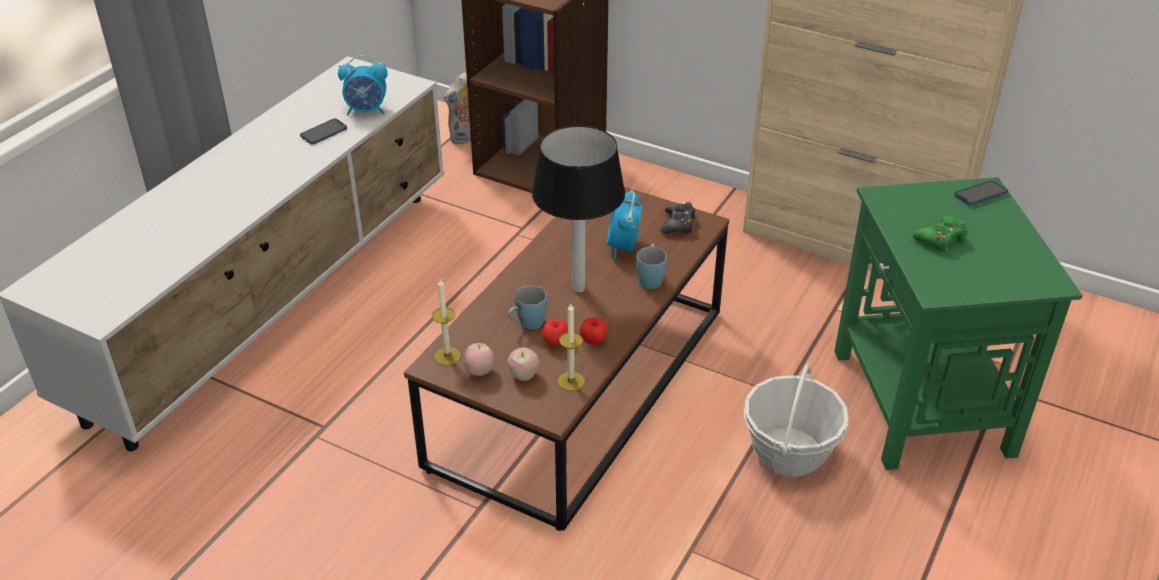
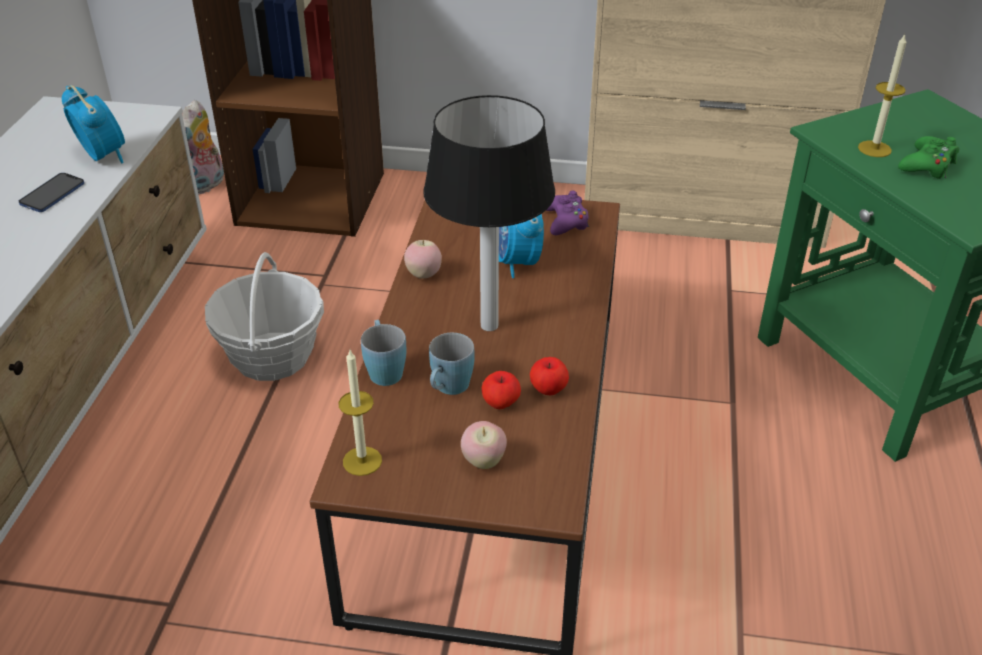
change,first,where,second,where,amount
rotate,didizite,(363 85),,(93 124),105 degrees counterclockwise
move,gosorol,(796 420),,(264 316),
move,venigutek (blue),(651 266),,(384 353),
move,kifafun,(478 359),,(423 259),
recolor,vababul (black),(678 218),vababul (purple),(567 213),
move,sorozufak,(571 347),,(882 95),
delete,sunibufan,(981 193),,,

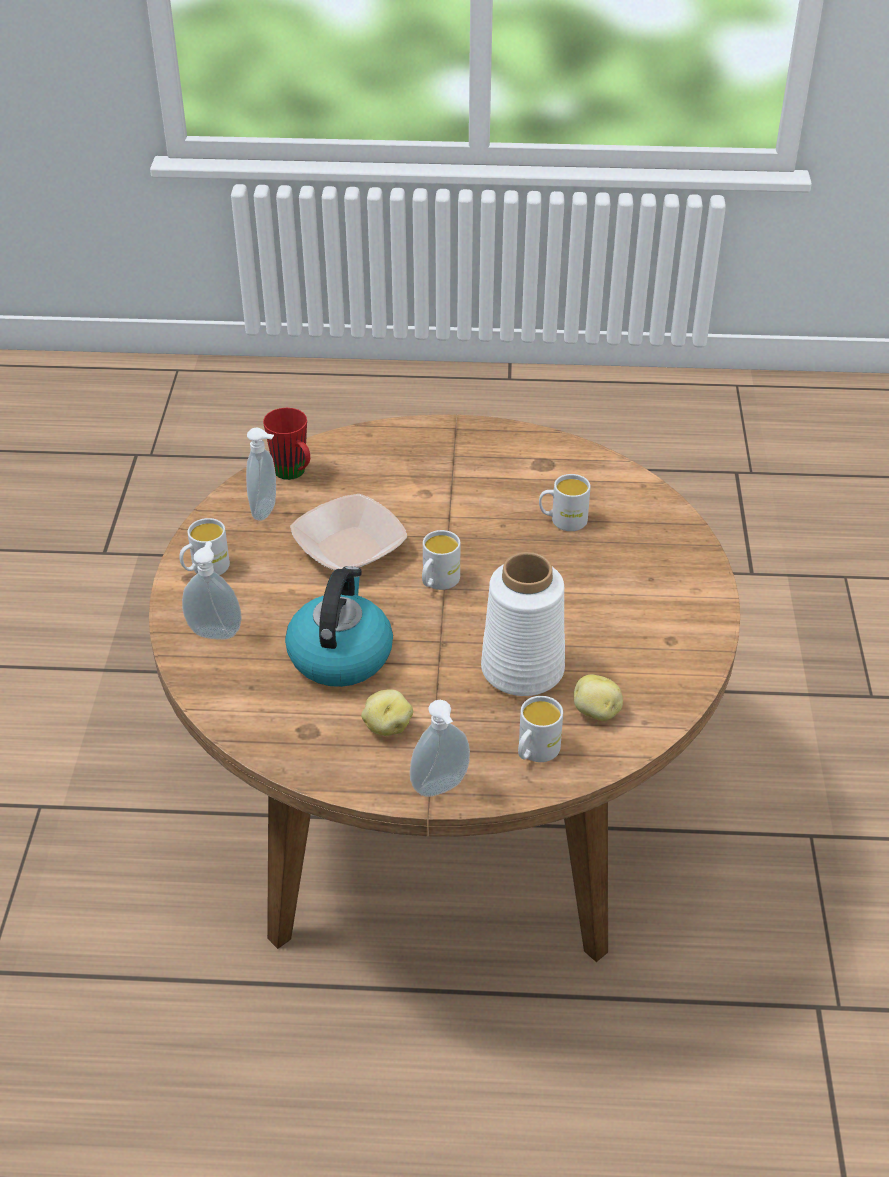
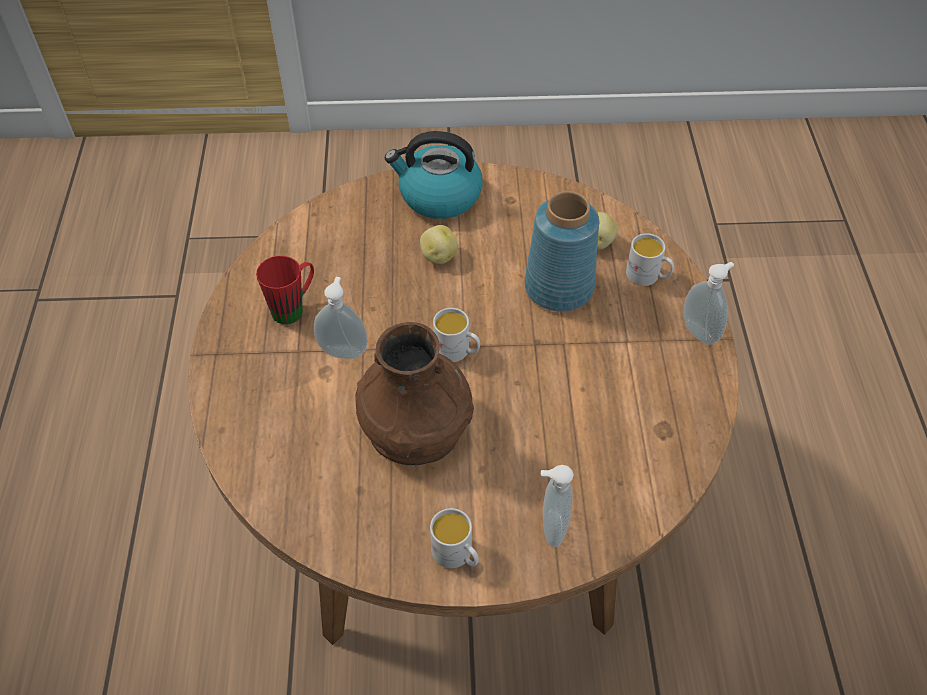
change,first,where,second,where,amount
move,venigutek (red),(286 444),,(285 290),
move,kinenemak,(261 474),,(341 318),
replace,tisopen,(348 532),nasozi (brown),(414 393),
move,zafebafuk,(339 626),,(434 175),
move,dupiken,(387 712),,(439 244),
recolor,nasozi (white),(523 624),nasozi (blue),(562 251),
delete,venigutek (white),(565 502),,,

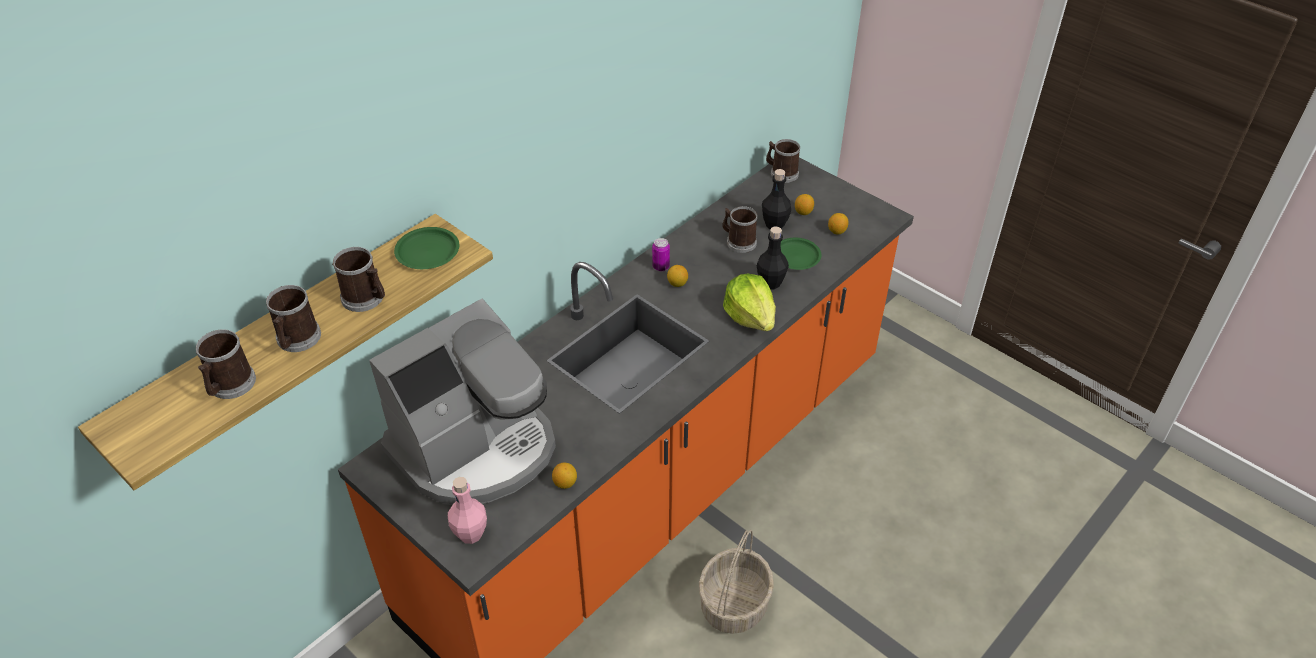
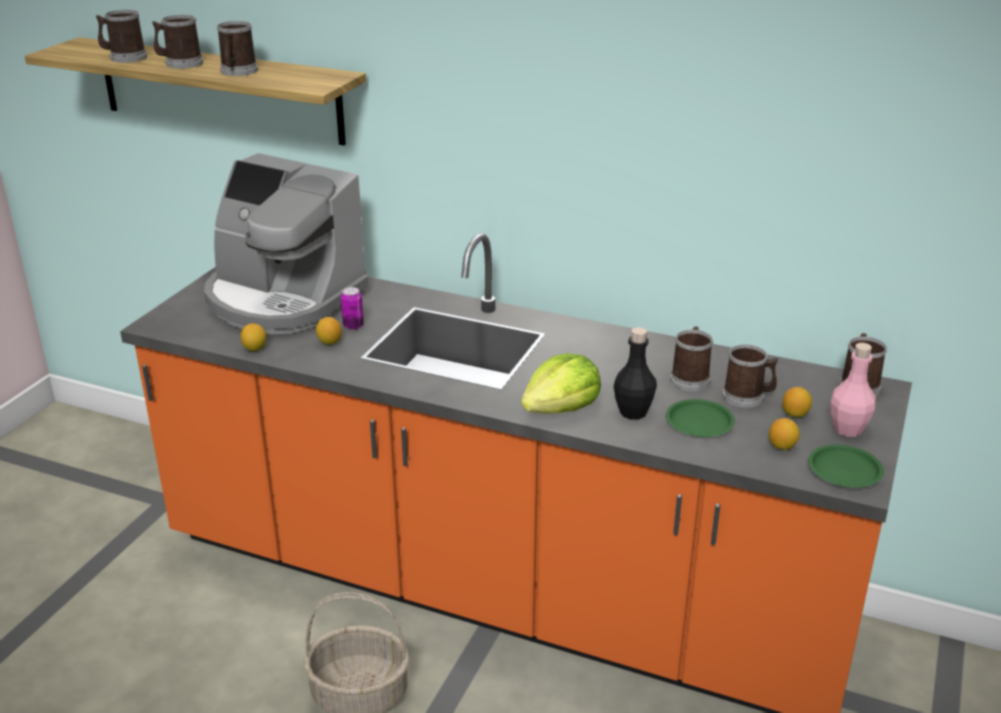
change,first,where,second,where,amount
move,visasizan,(677 276),,(329 331),
move,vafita,(661 254),,(352 308),
replace,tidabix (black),(776 199),venigutek,(750 376),
move,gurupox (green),(427 248),,(846 466),
move,tidabix (pink),(467 510),,(853 390),

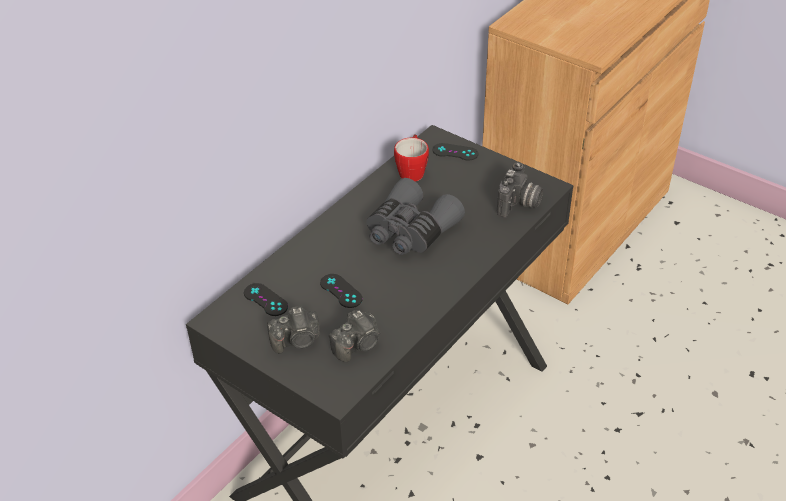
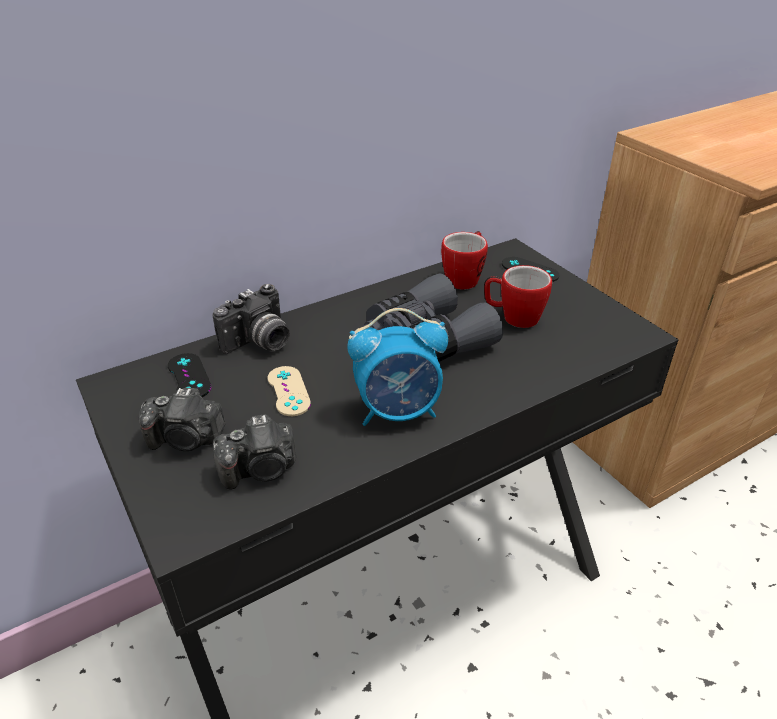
change,first,where,second,where,amount
move,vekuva,(520 190),,(251 319),
recolor,vababul (black),(341 291),vababul (beige),(289 391),
insert,,,didizite,(397 367),
insert,,,venigutek,(518 296),

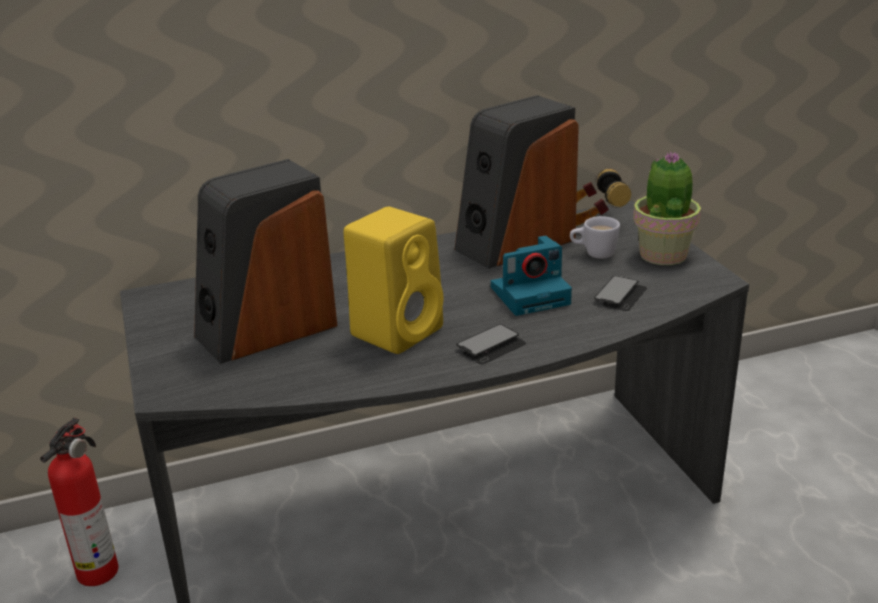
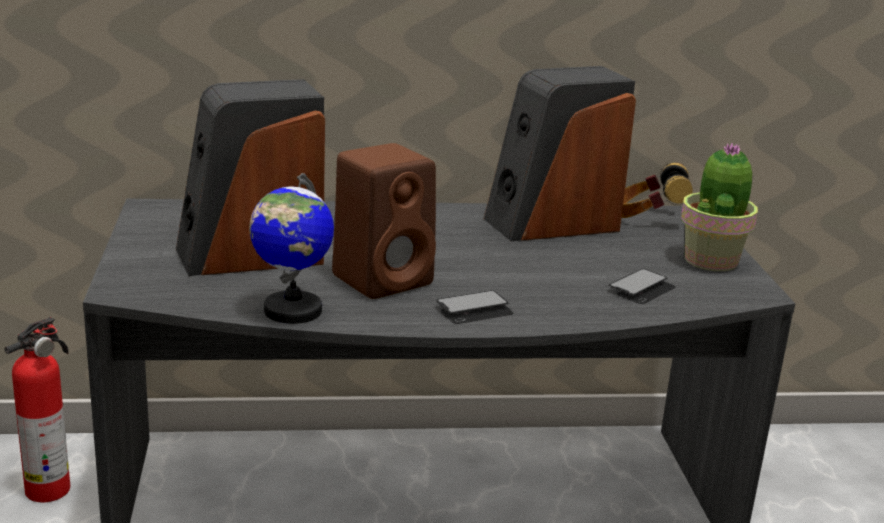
change,first,where,second,where,amount
insert,,,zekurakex,(291 248),
recolor,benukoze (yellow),(393 280),benukoze (brown),(384 221),
delete,vekuva,(531 275),,,
delete,venigutek (white),(595 237),,,

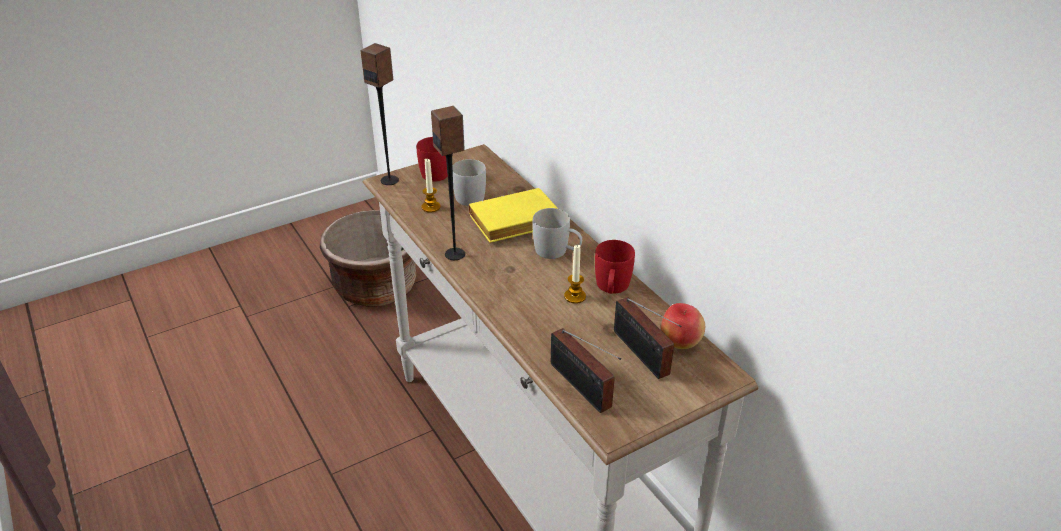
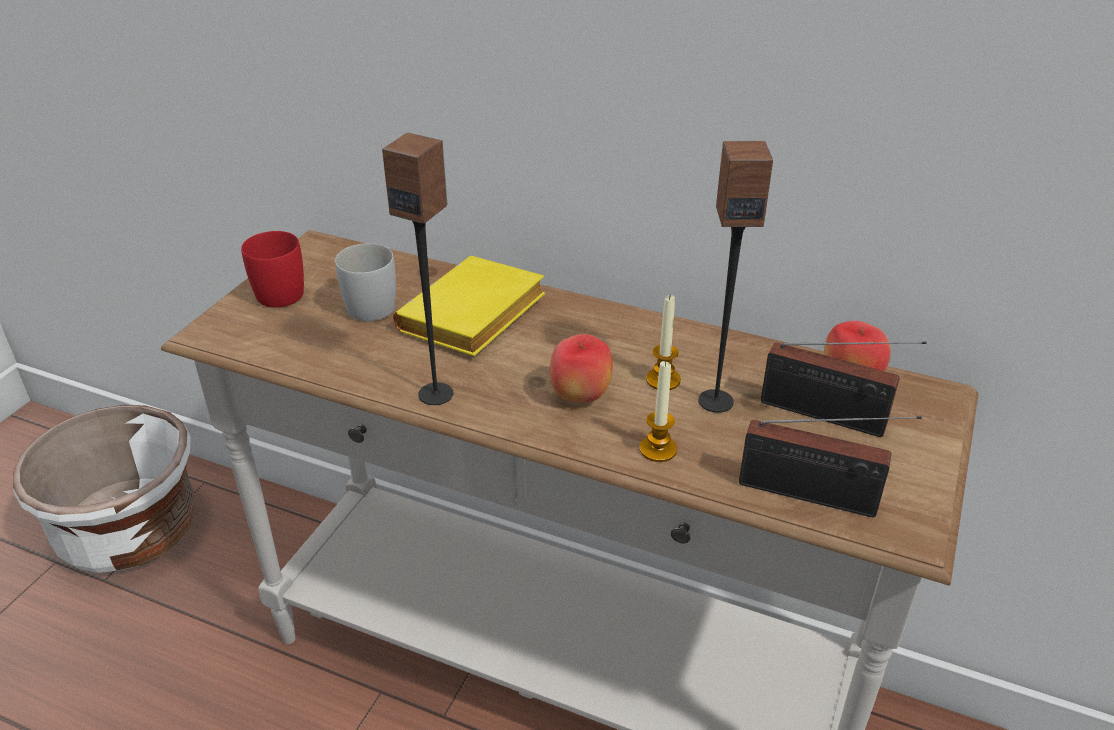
change,first,where,second,where,amount
recolor,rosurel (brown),(368 258),rosurel (white),(104 489),
insert,,,kifafun,(581 368),
move,sorozufak,(431 186),,(658 411),
move,benukoze,(379 114),,(735 277),
delete,venigutek (white),(557 233),,,
delete,venigutek (red),(615 267),,,

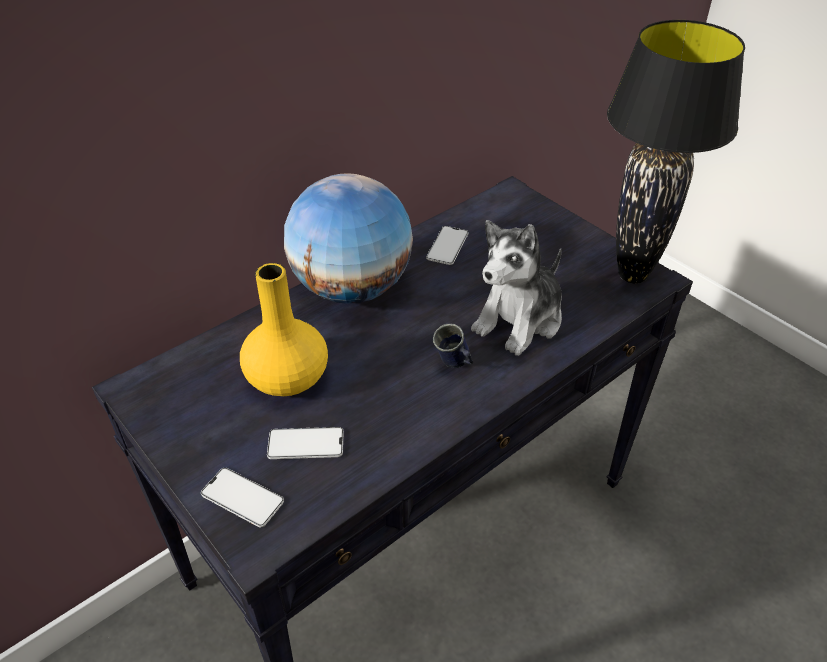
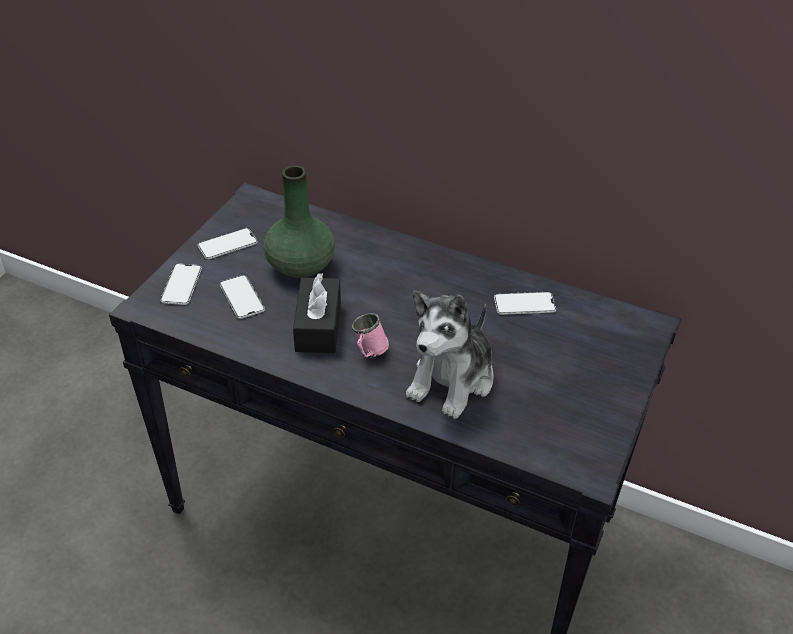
change,first,where,second,where,amount
insert,,,sunibufan,(227 243),
recolor,nasozi (yellow),(284 329),nasozi (green),(299 221),
insert,,,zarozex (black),(317 313),
recolor,venigutek (blue),(453 346),venigutek (pink),(370 335),
rotate,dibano,(516 288),,(450 355),75 degrees counterclockwise
delete,zekurakex,(348 238),,,
delete,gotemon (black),(676 152),,,

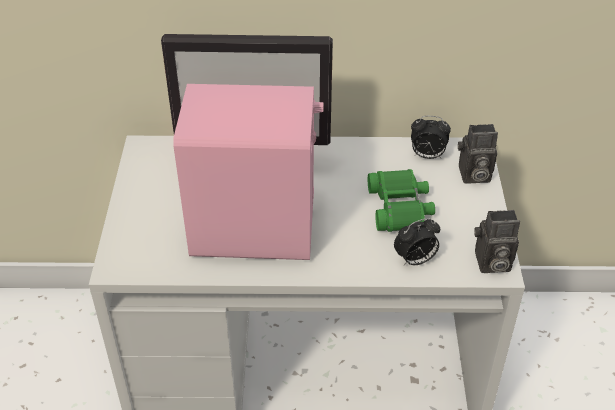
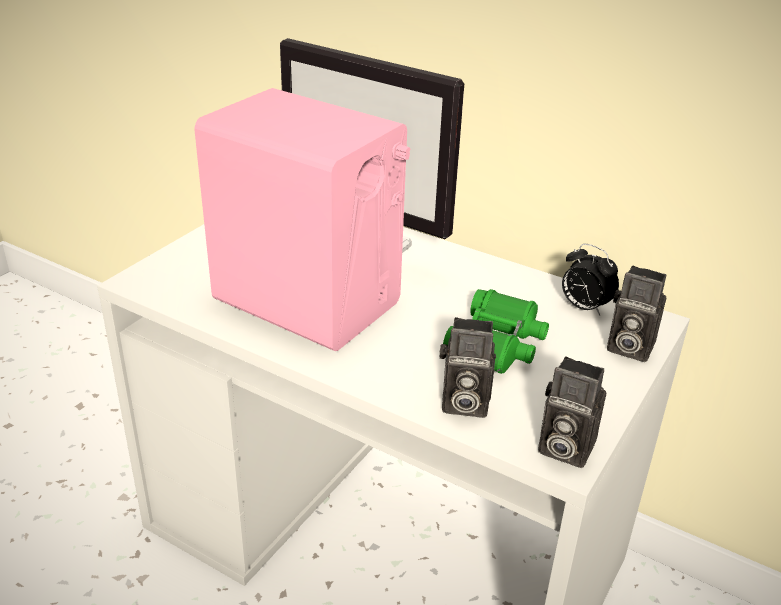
change,first,where,second,where,amount
replace,didizite,(417 242),vekuva,(468 367),

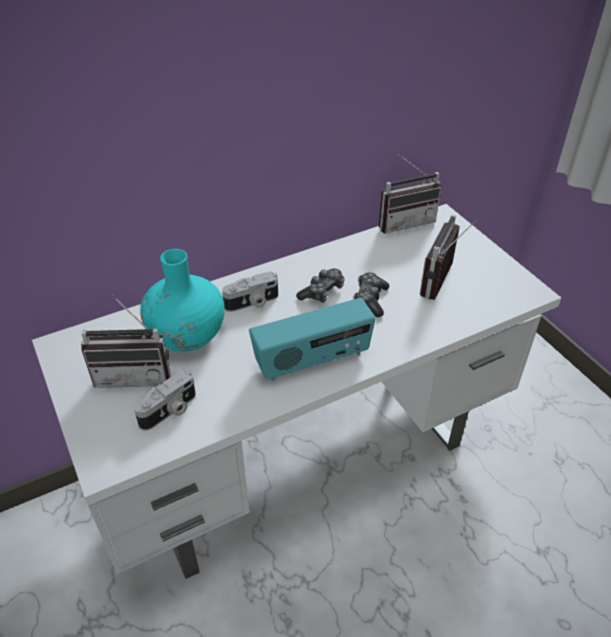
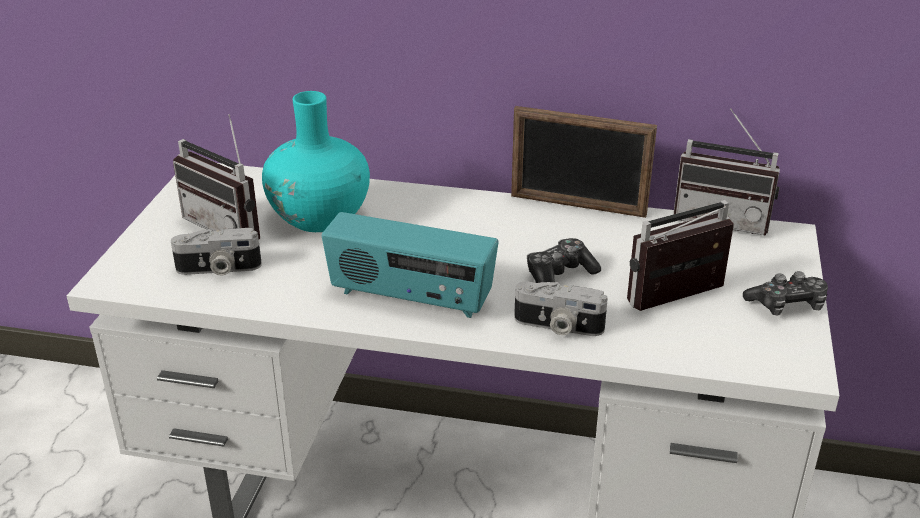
change,first,where,second,where,amount
insert,,,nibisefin,(584 162),
move,vekuva,(250 292),,(561 309),
move,vababul,(320 286),,(785 293),

